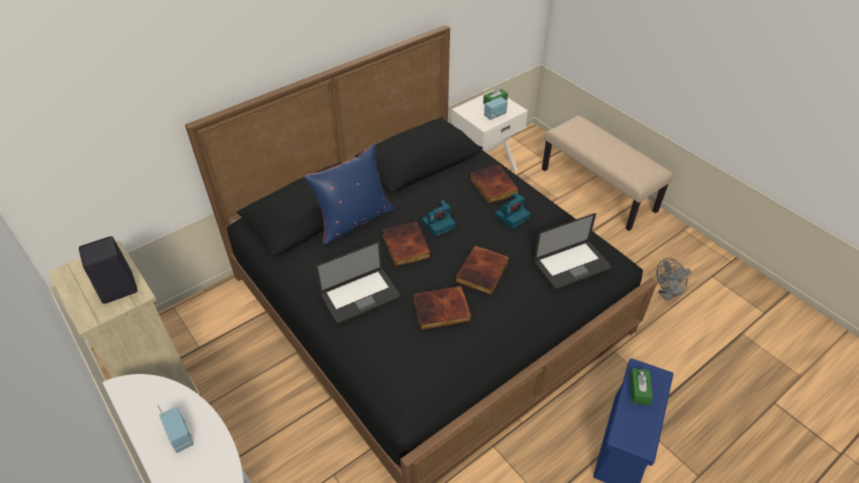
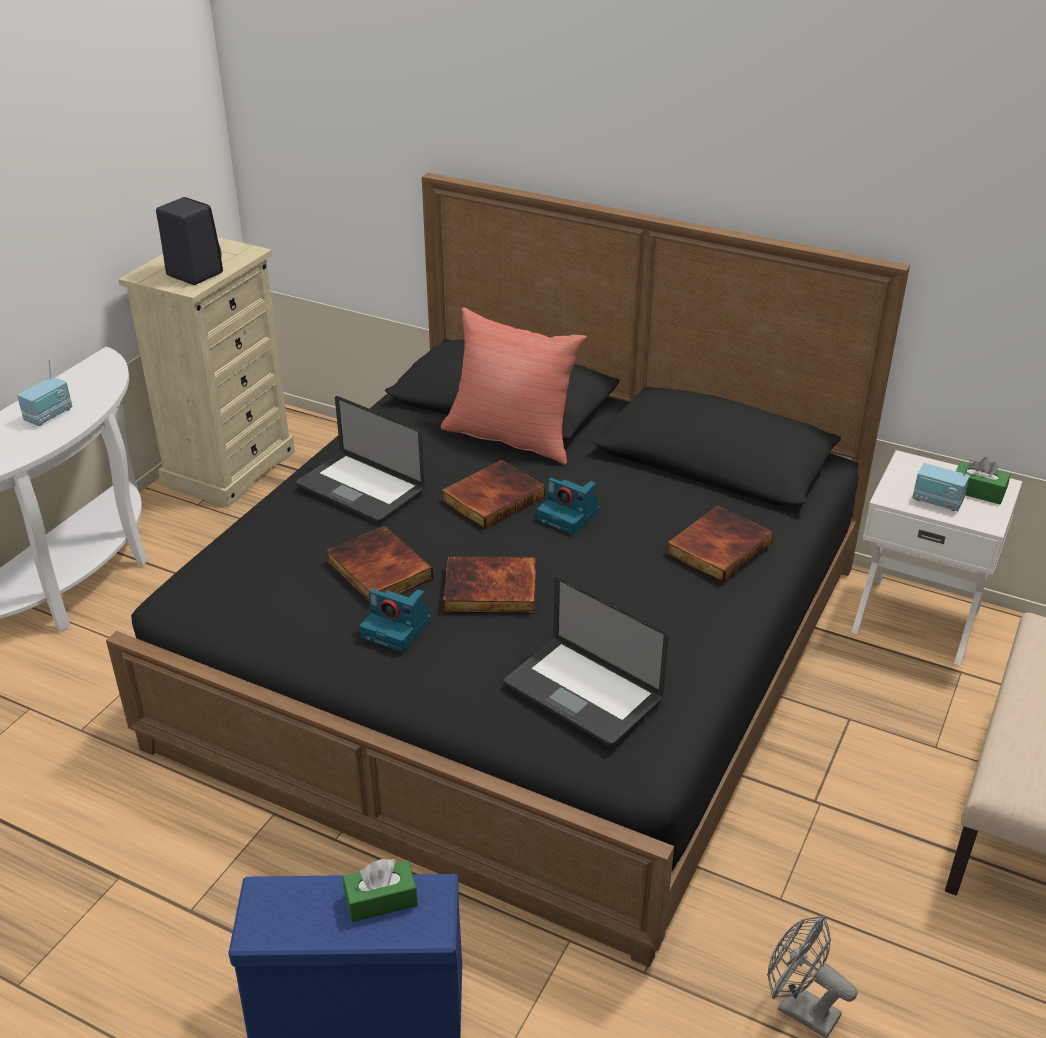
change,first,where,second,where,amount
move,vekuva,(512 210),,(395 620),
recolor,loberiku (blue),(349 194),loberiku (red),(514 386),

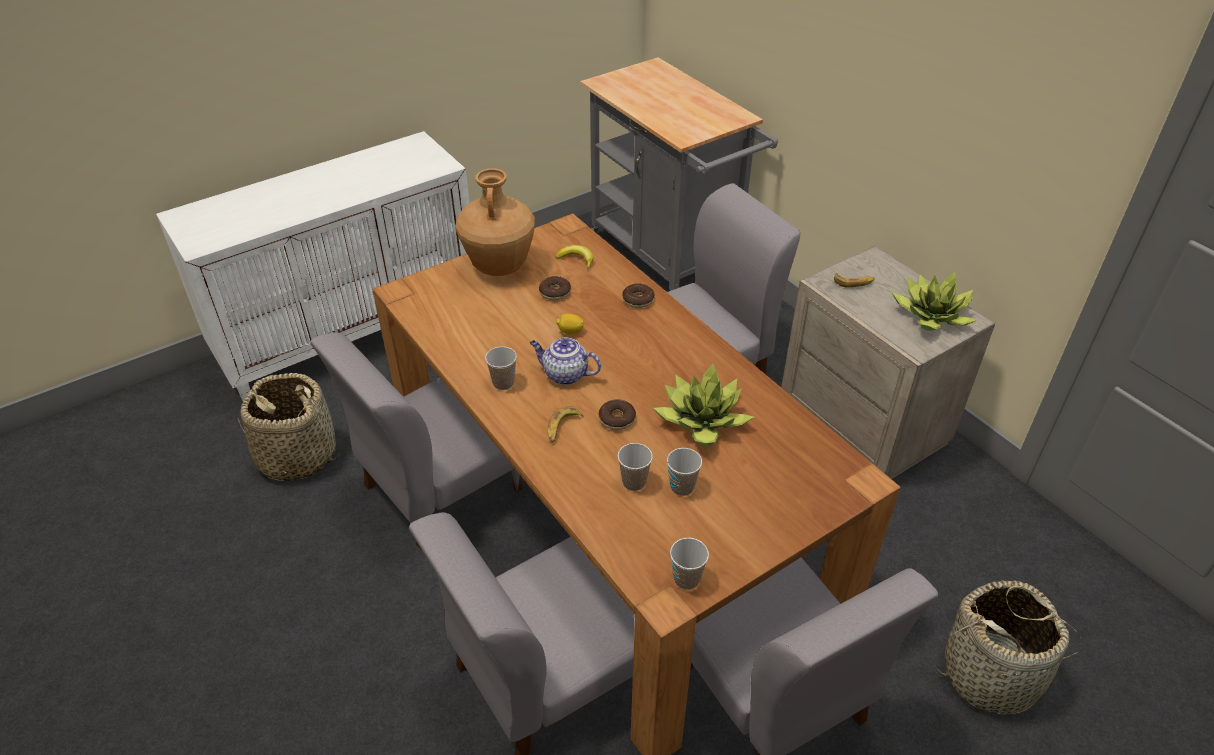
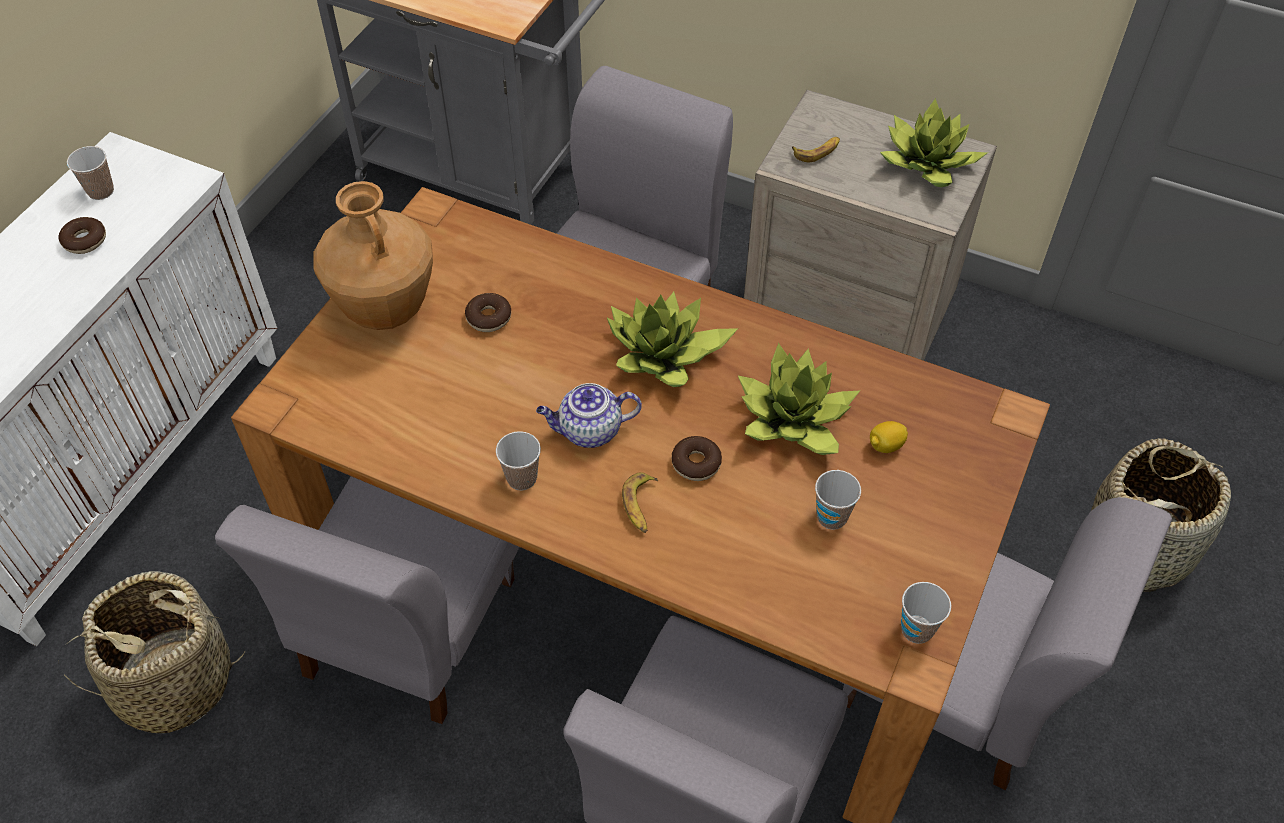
change,first,where,second,where,amount
move,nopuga,(638 295),,(82 235),
move,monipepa,(635 467),,(90 173),
insert,,,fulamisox,(672 339),
move,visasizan,(570 324),,(889 437),
delete,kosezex,(574 257),,,

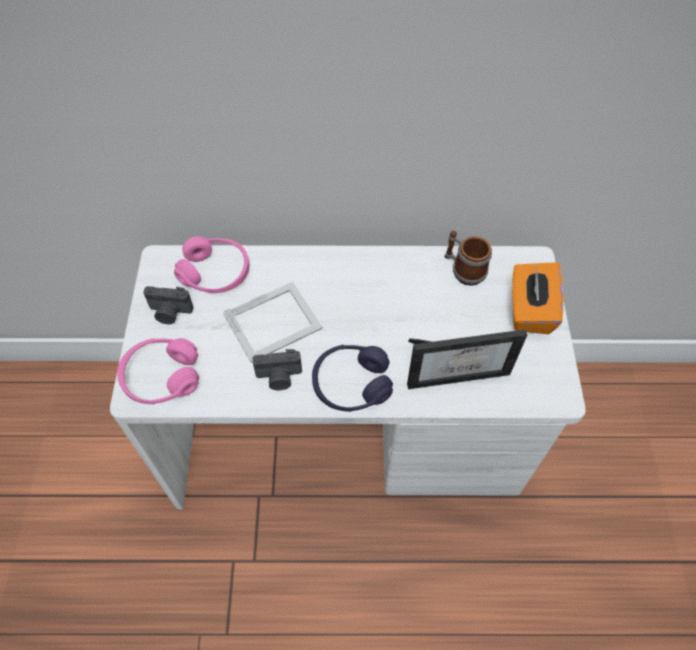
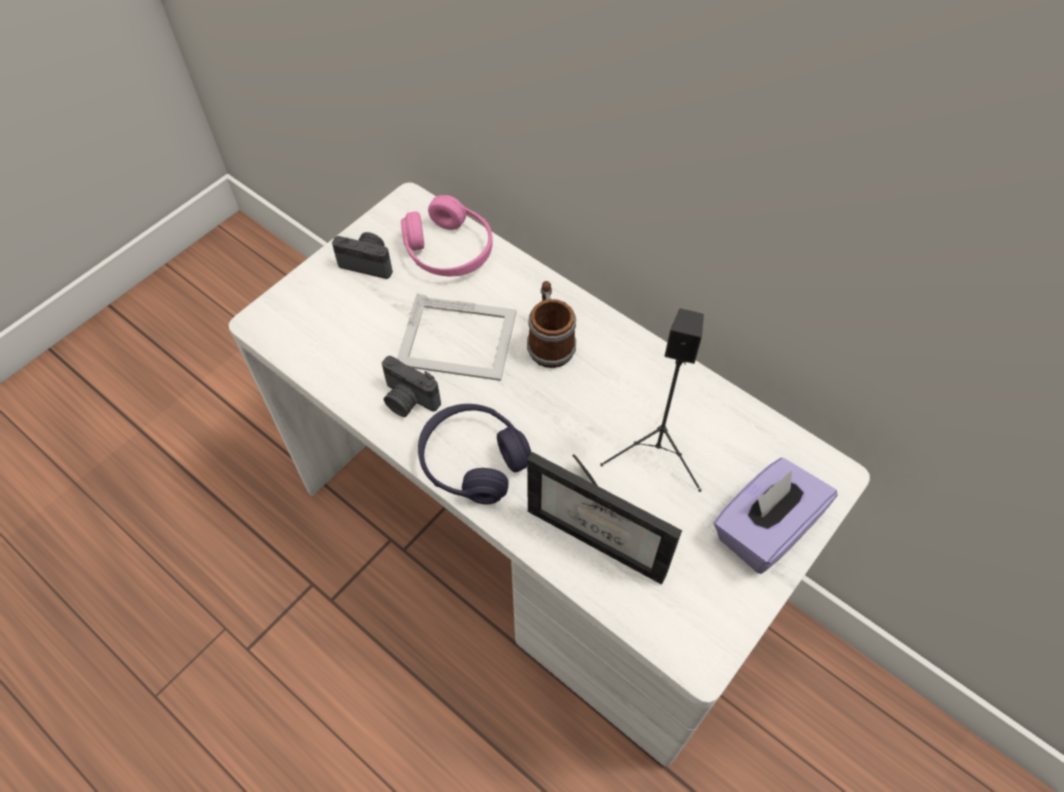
change,first,where,second,where,amount
rotate,vekuva,(168 305),,(362 255),150 degrees clockwise
move,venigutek,(468 258),,(551 324),
insert,,,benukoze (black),(652 400),
recolor,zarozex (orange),(537 298),zarozex (purple),(775 516),
delete,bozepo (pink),(158 371),,,

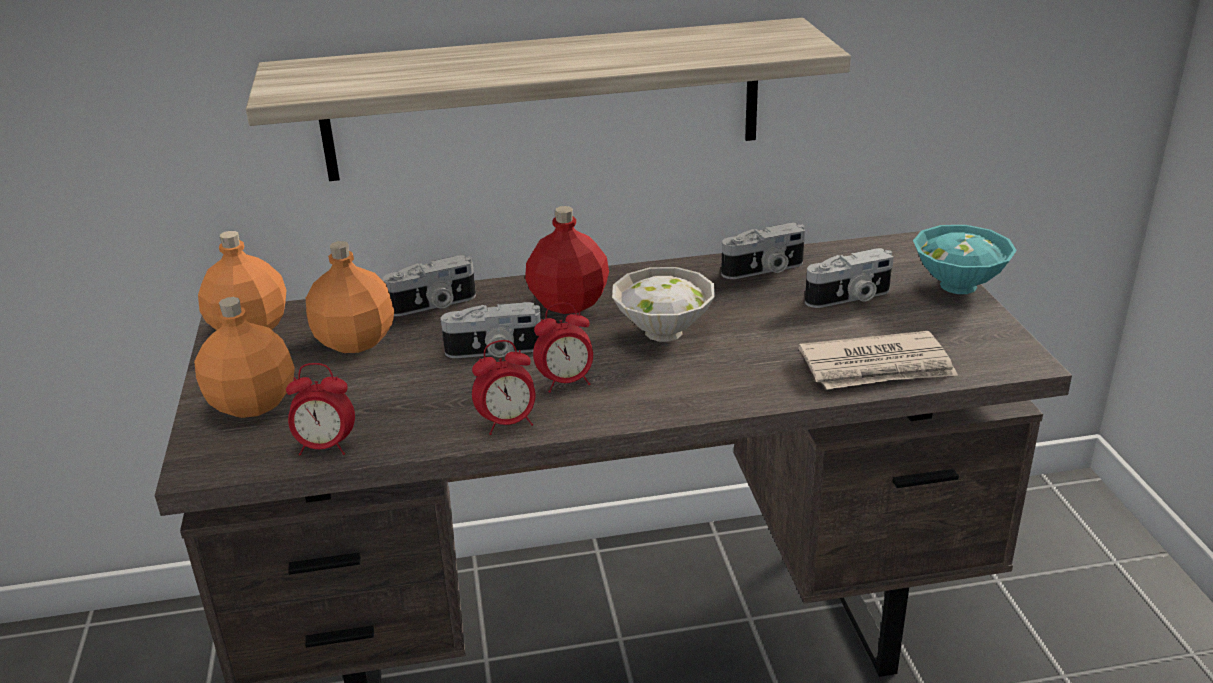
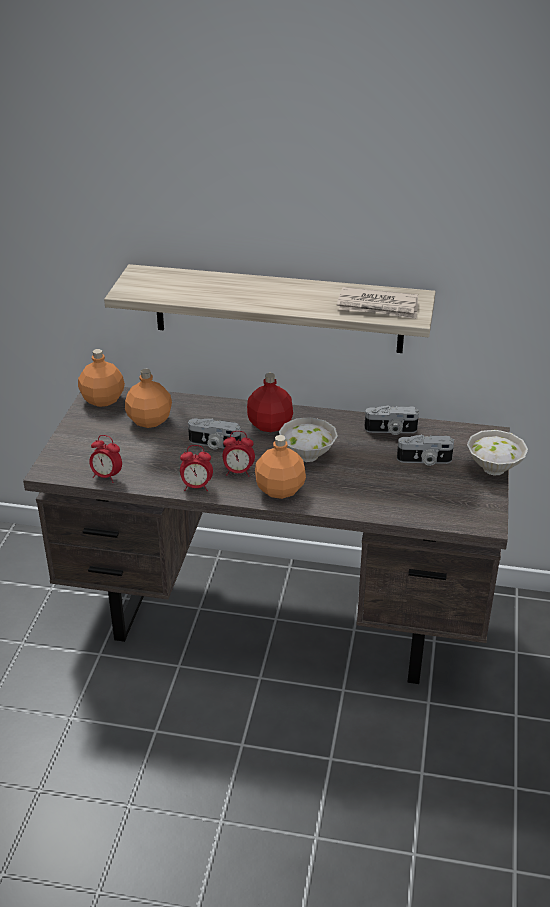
change,first,where,second,where,amount
move,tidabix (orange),(244 357),,(280 467),
move,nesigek,(878 360),,(377 303),
recolor,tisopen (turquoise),(965 259),tisopen (white),(497 453),
delete,vekuva,(429 285),,,

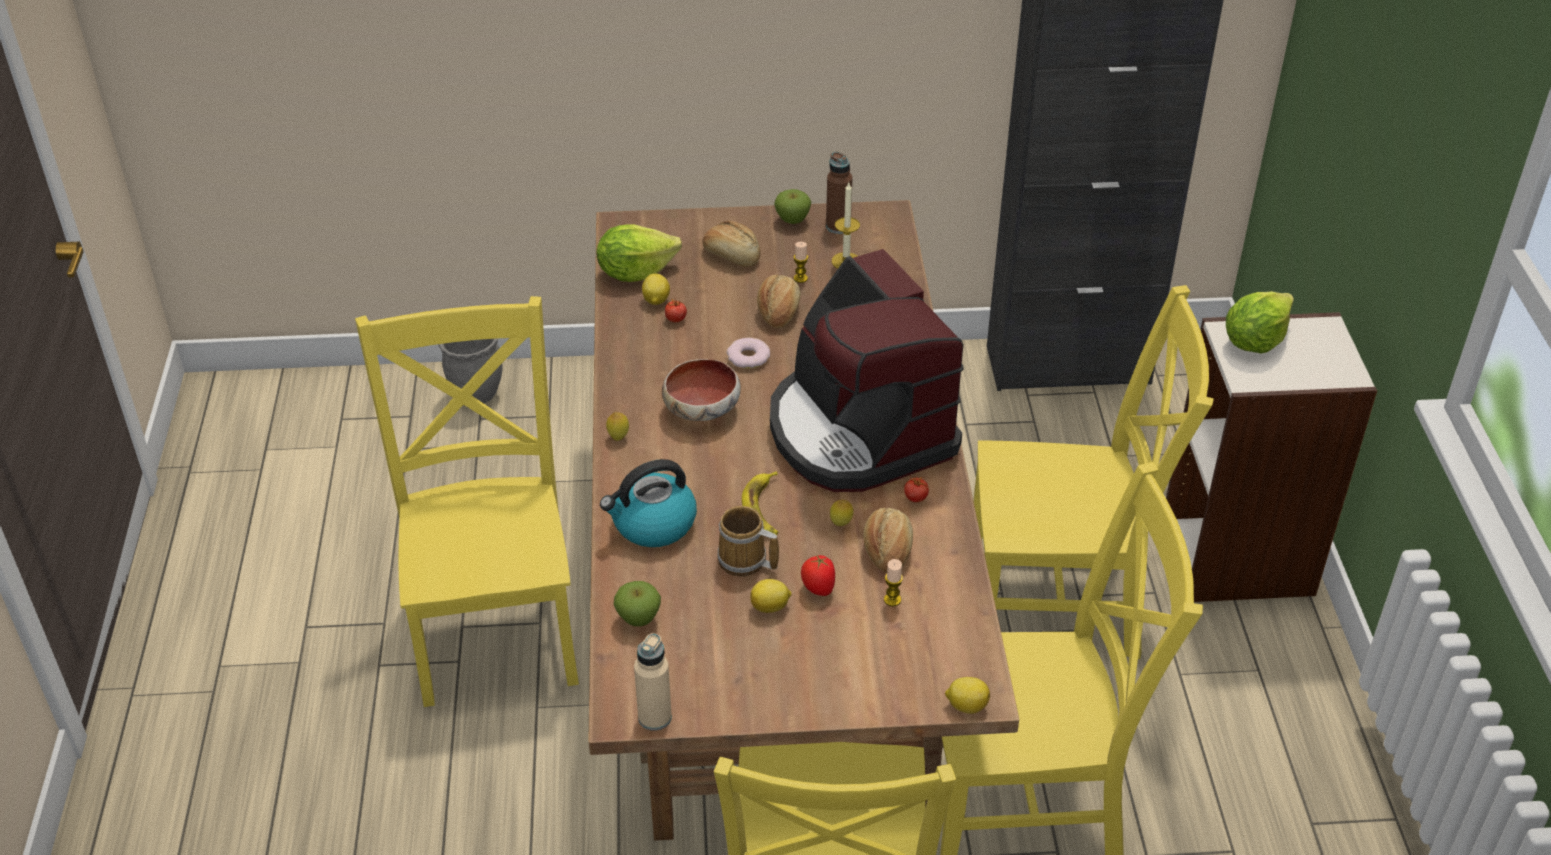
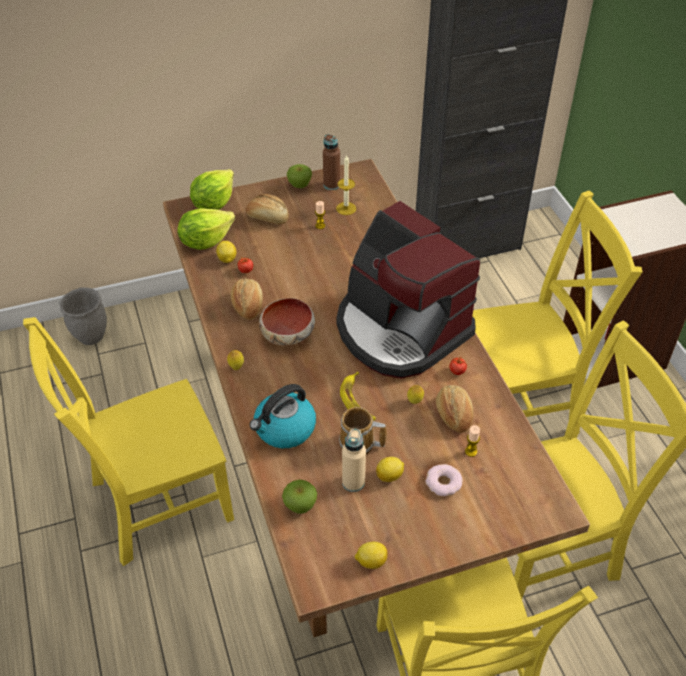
change,first,where,second,where,amount
rotate,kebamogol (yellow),(467 501),,(128 441),90 degrees counterclockwise
move,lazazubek,(1260 322),,(212 189),
move,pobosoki,(779 301),,(247 299),
move,tidabix (beige),(653 682),,(354 460),
move,visasizan,(967 695),,(371 555),
move,nopuga,(748 353),,(444 480),
delete,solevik,(818 575),,,

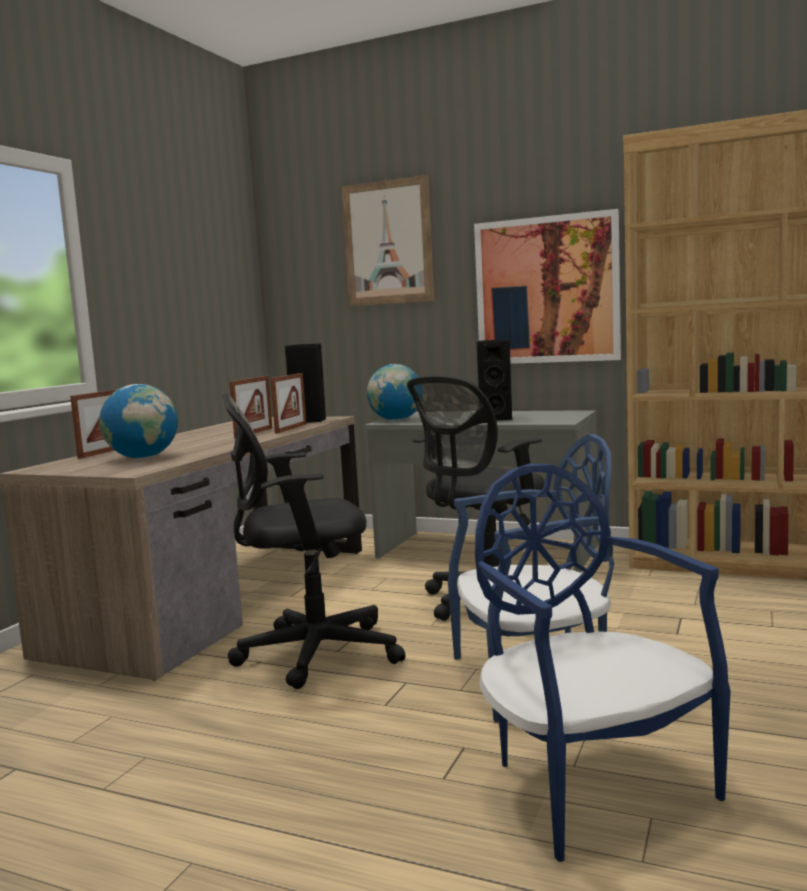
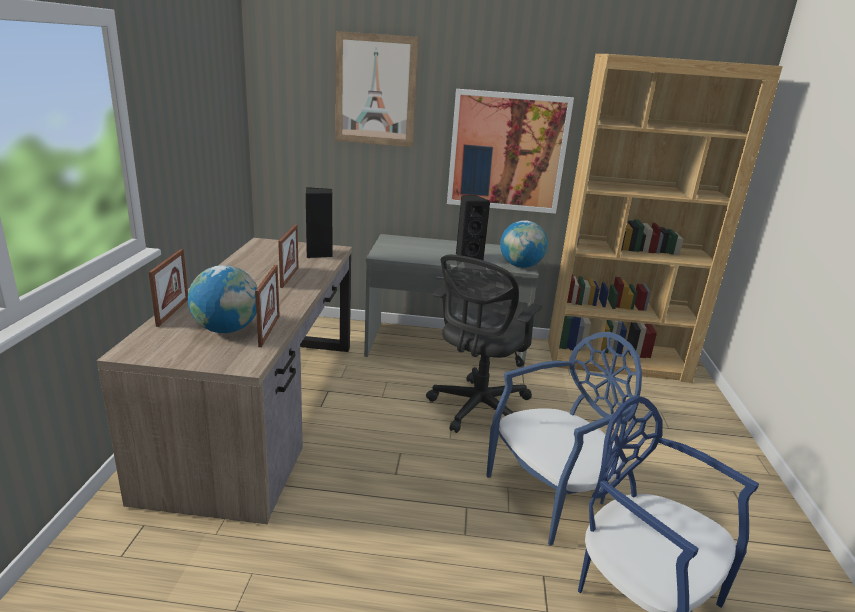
change,first,where,second,where,amount
move,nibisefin,(288 403),,(267 306),
move,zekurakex,(395 392),,(524 244),
delete,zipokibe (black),(314 541),,,

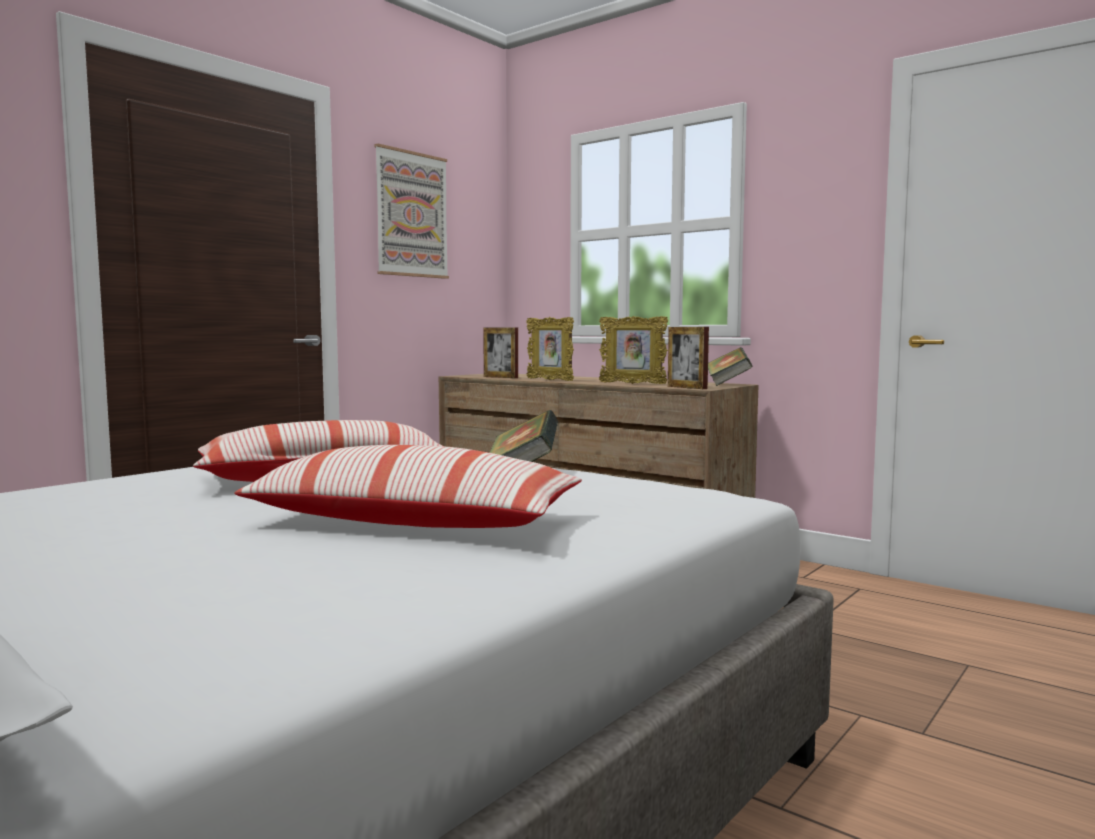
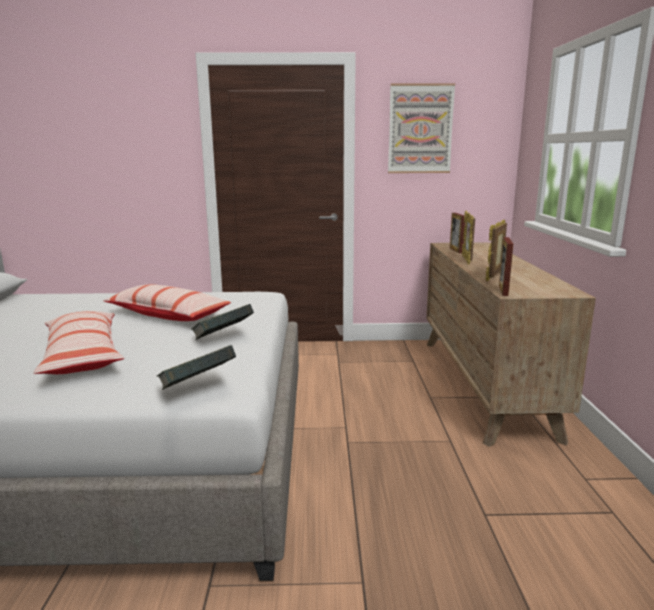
change,first,where,second,where,amount
move,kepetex,(730 366),,(196 367),
rotate,nibisefin,(633 350),,(496 250),45 degrees clockwise

